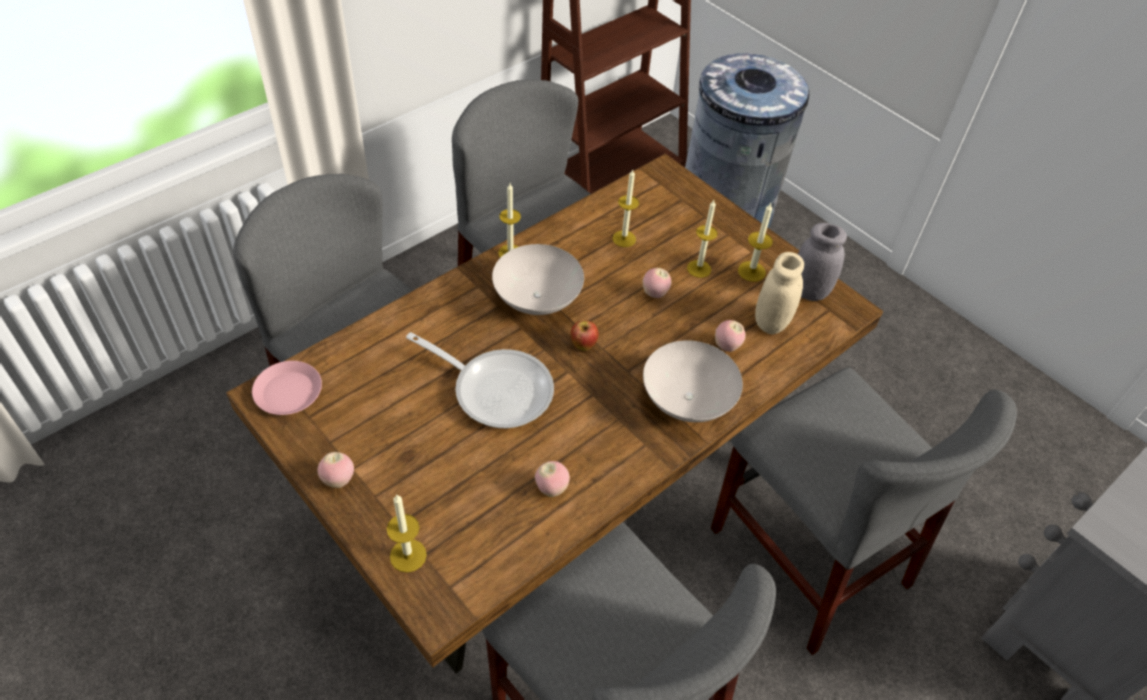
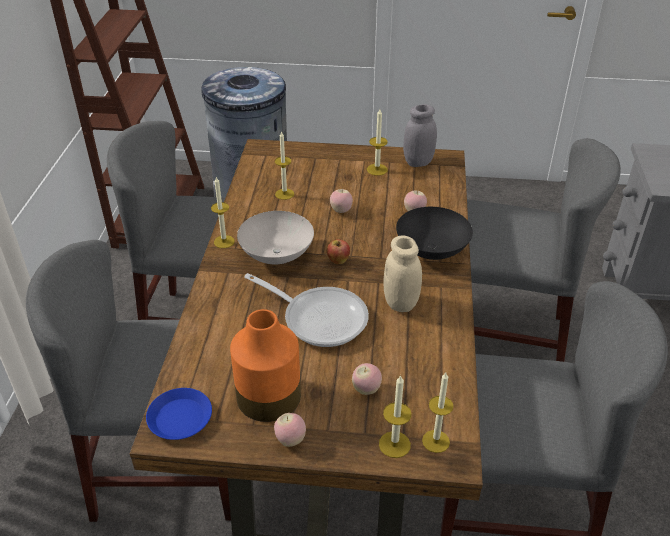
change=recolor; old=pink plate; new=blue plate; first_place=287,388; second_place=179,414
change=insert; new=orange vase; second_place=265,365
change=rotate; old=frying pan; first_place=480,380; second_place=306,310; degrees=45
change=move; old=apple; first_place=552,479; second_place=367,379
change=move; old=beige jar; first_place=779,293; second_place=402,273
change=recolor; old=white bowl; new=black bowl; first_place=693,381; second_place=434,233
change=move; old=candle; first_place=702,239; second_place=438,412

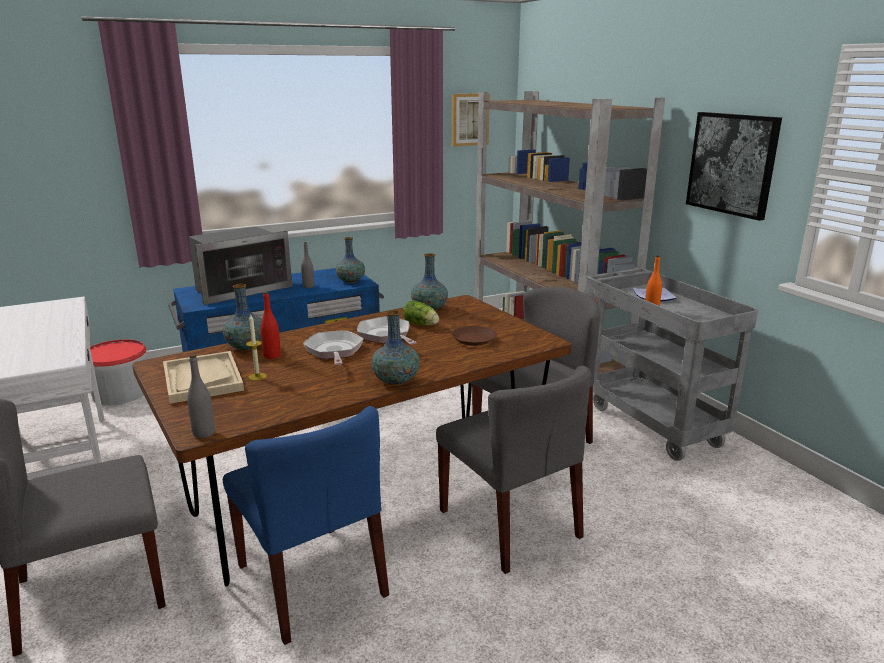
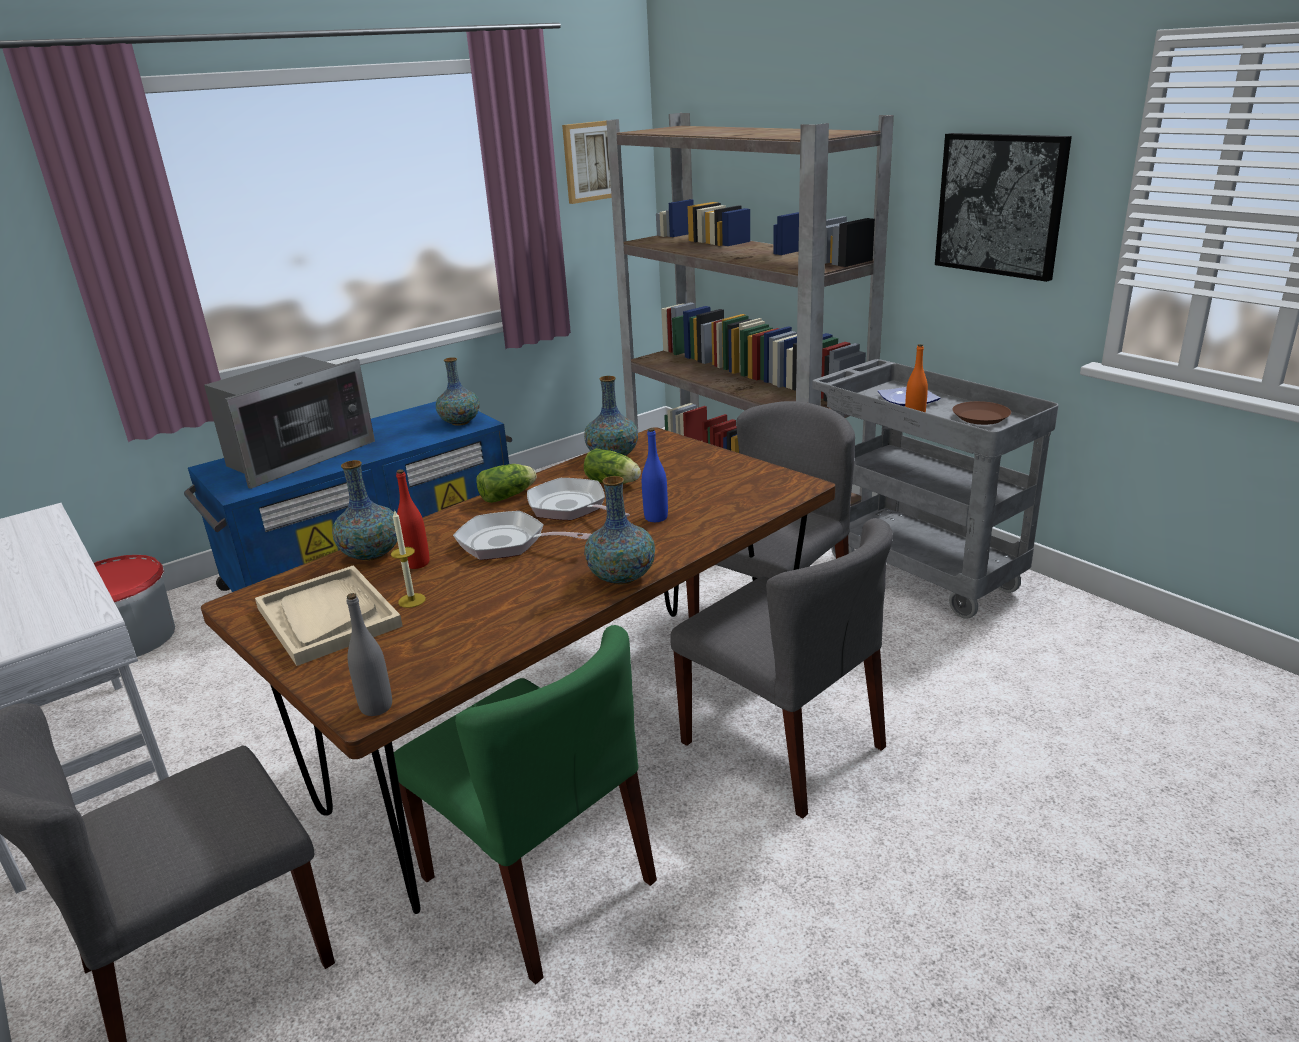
change=recolor; old=blue chair; new=green chair; first_place=306,525; second_place=525,804
change=rotate; old=frying pan; first_place=333,347; second_place=522,535; degrees=-45
change=insert; new=lettuce; second_place=507,483
change=insert; new=blue bottle; second_place=655,475
change=move; old=brown plate; first_place=474,336; second_place=981,413
change=delete; old=grey bottle; first_place=307,265

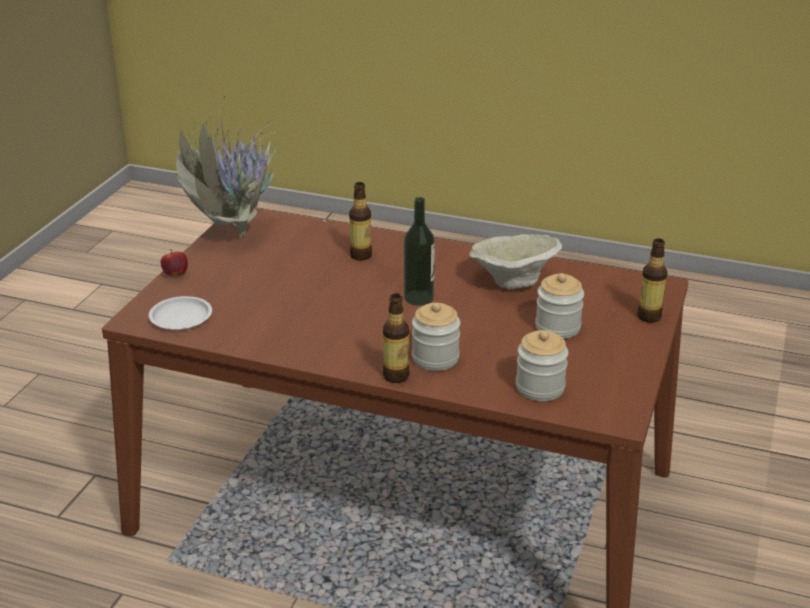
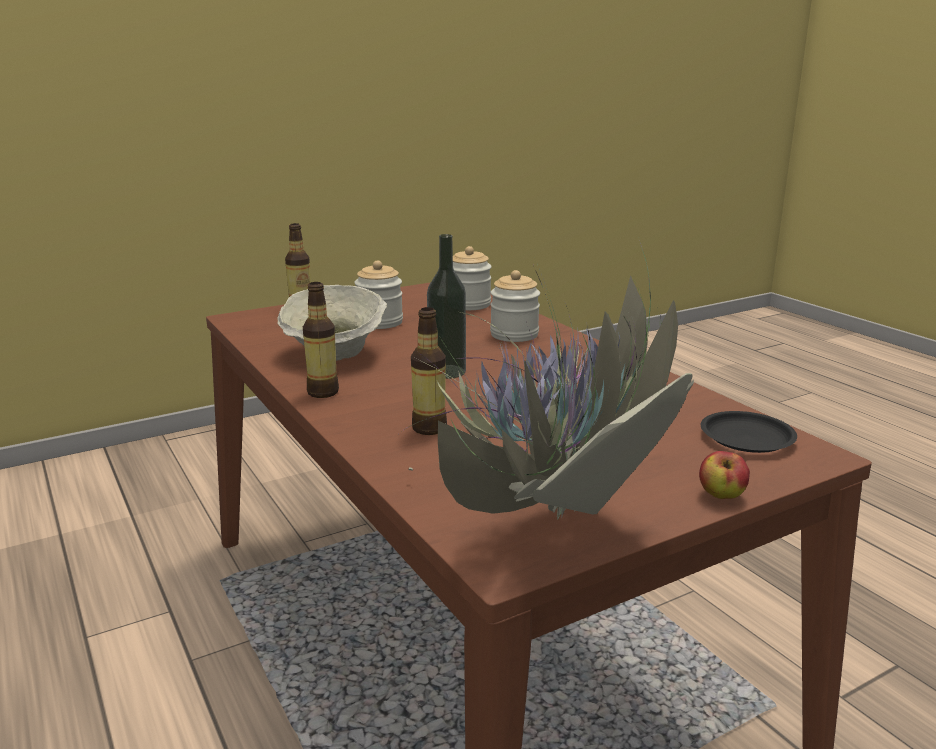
change=move; old=bottle; first_place=396,338; second_place=321,340
change=recolor; old=white plate; new=black plate; first_place=180,313; second_place=749,432

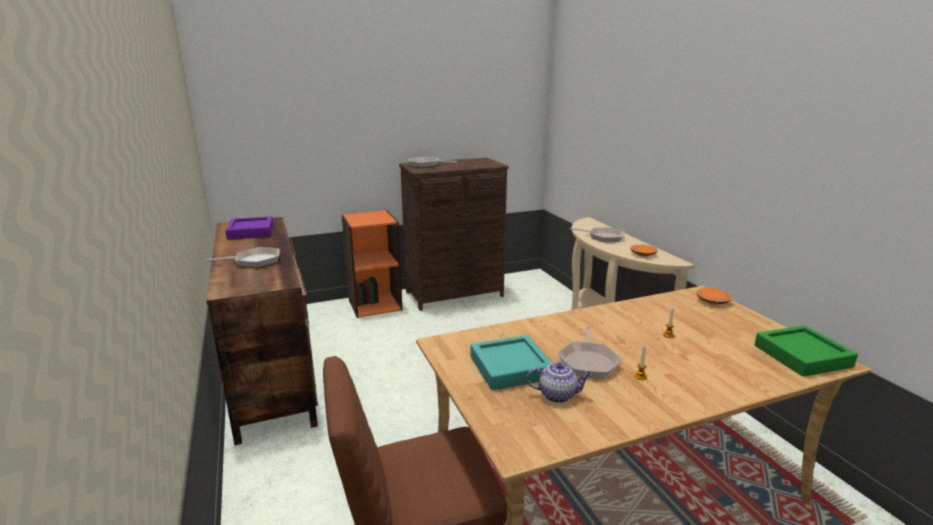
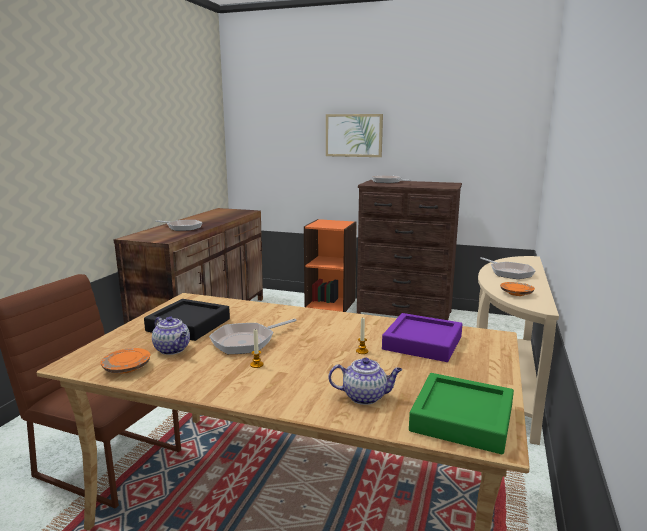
change=move; old=orange plate; first_place=714,296; second_place=125,360
change=recolor; old=turquoise tray; new=black tray; first_place=511,362; second_place=187,320
change=insert; new=picture; second_place=354,135
change=insert; new=teapot; second_place=365,381
change=move; old=purple tray; first_place=249,228; second_place=422,337

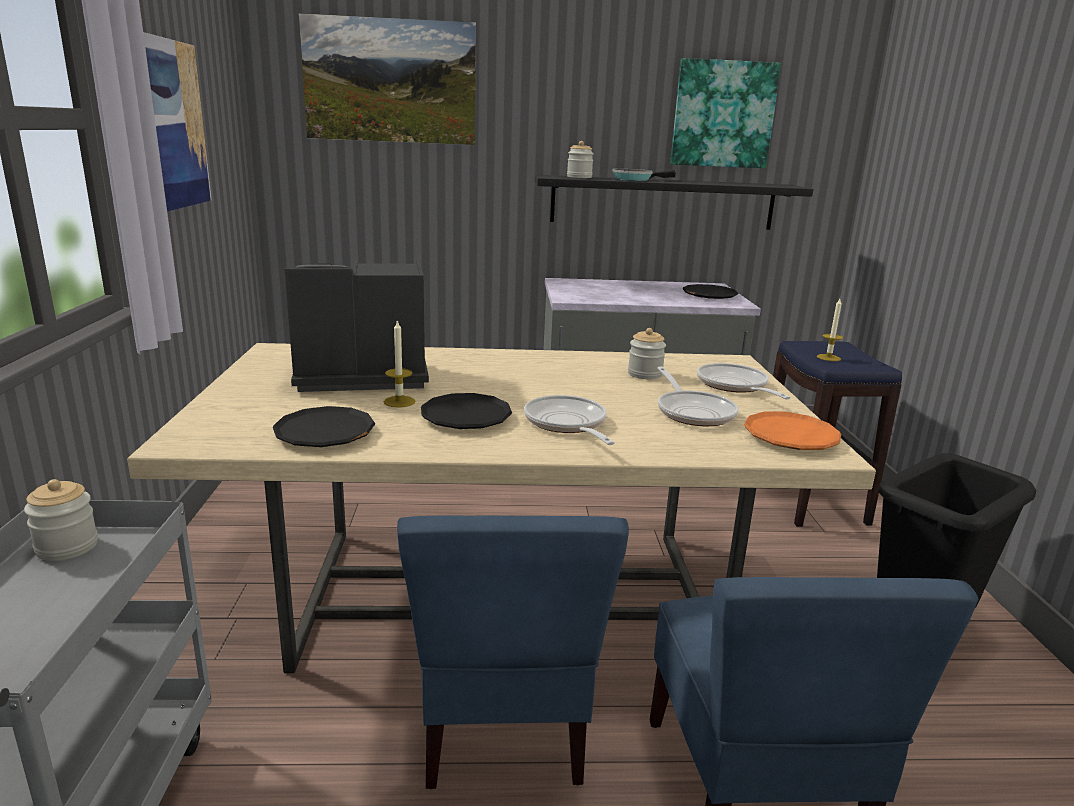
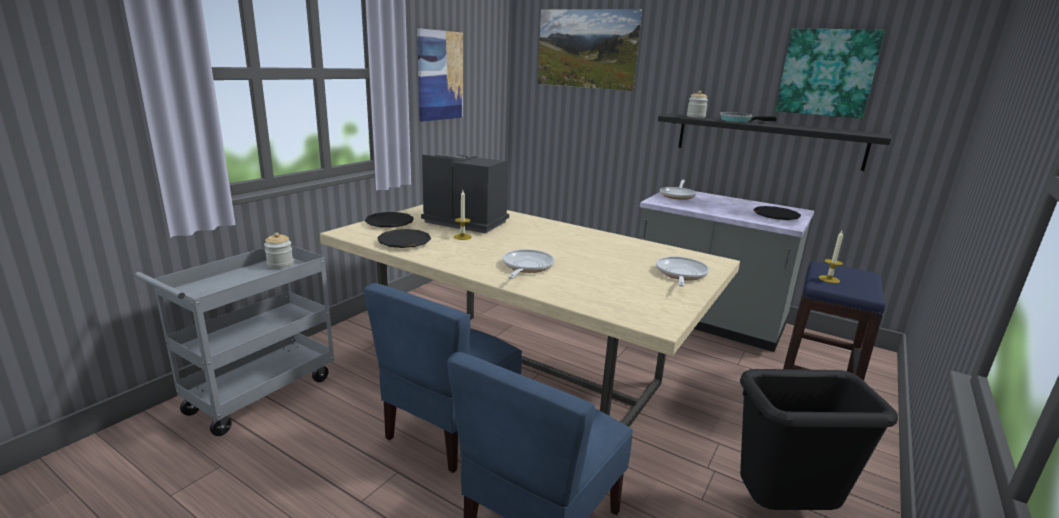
change=move; old=black plate; first_place=466,411; second_place=389,220
change=move; old=frying pan; first_place=698,396; second_place=678,190
change=delete; old=jar; first_place=647,353
change=delete; old=orange plate; first_place=792,431

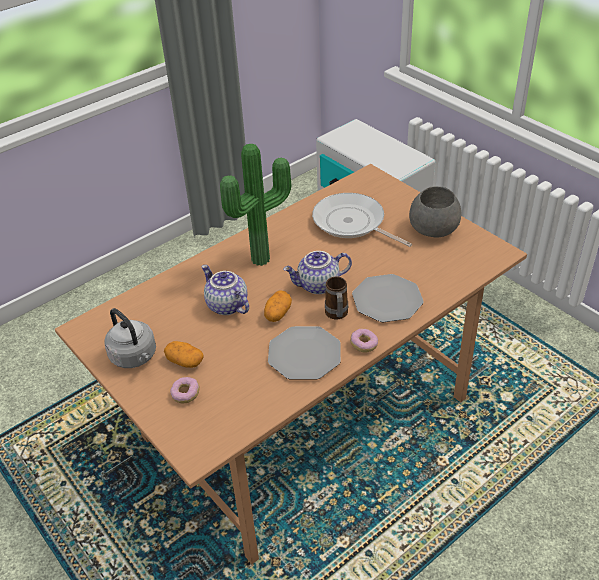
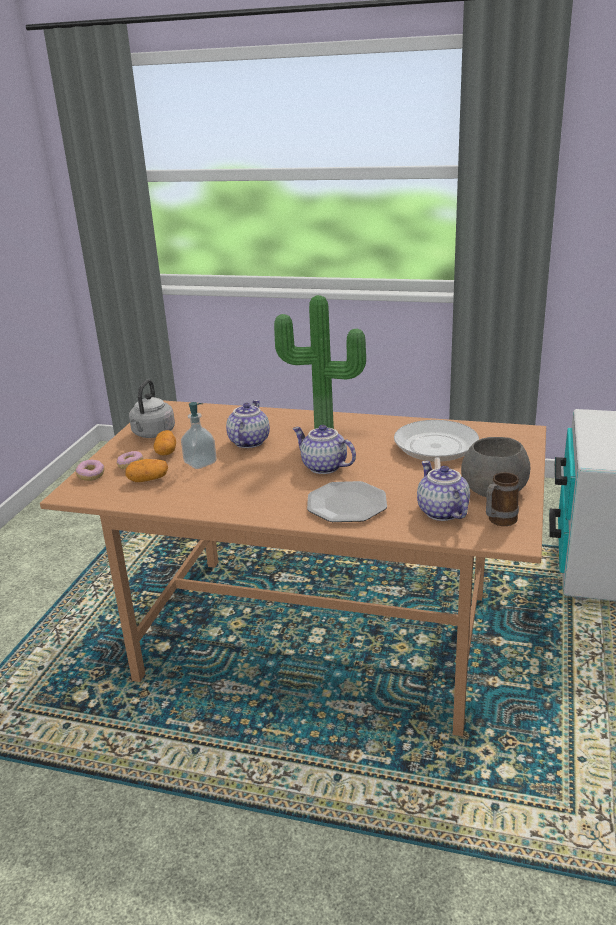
change=move; old=donut; first_place=364,341; second_place=90,470
change=move; old=potato; first_place=278,306; second_place=146,470
change=insert; new=soap dispenser; second_place=199,435
change=insert; new=teapot; second_place=443,491
change=move; old=mug; first_place=336,298; second_place=502,499
change=delete; old=plate; first_place=304,353

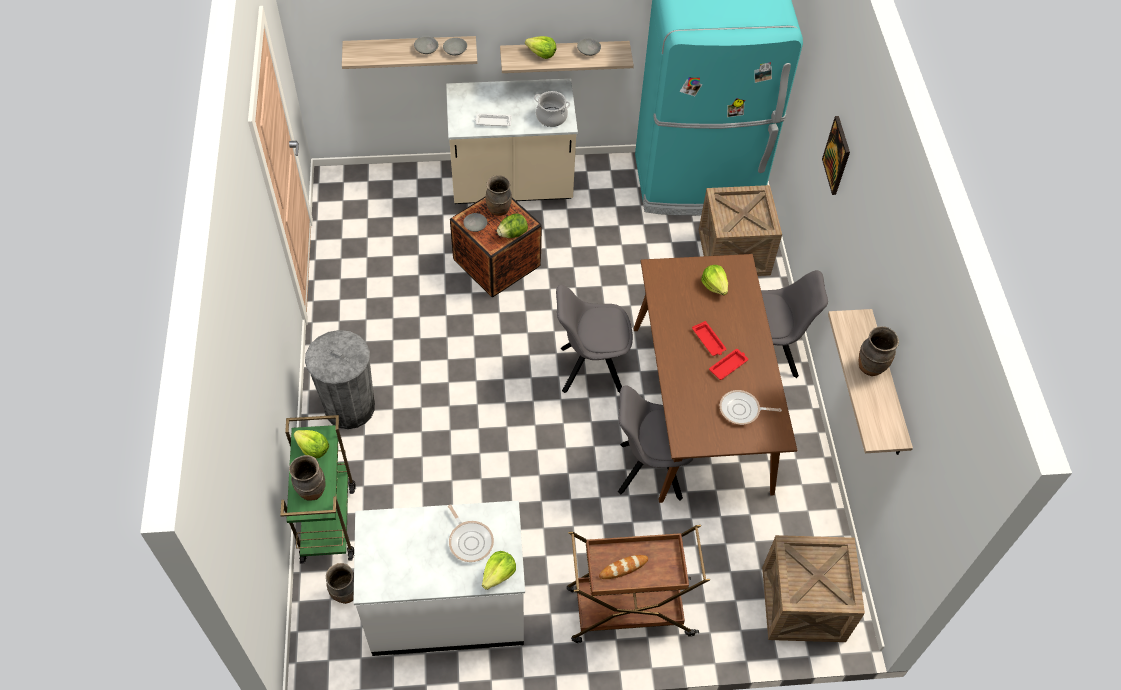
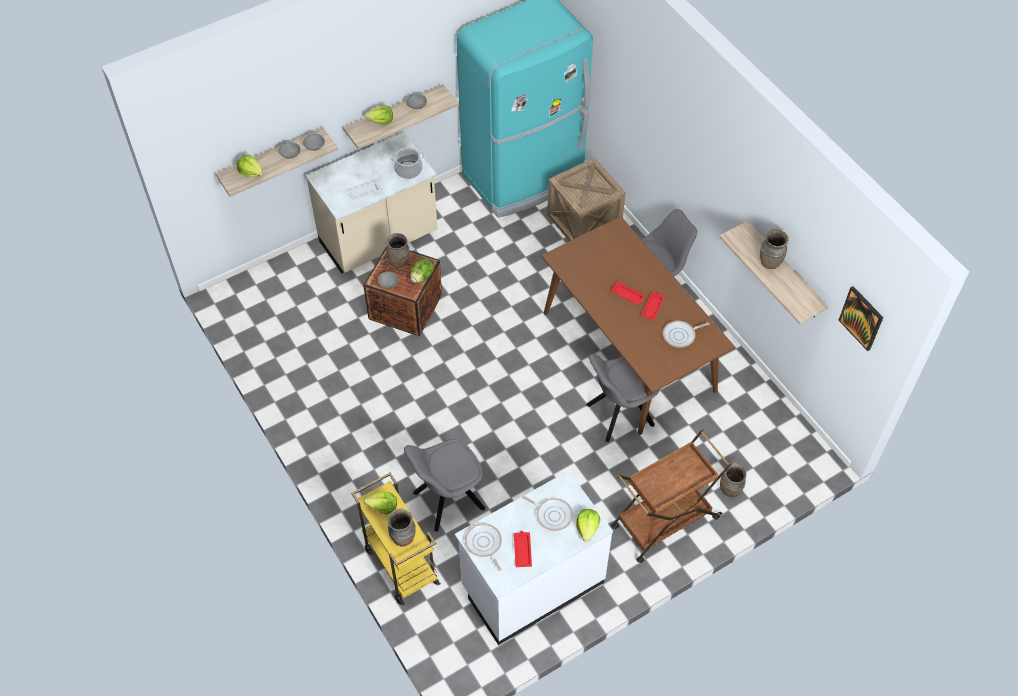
change=move; old=lettuce; first_place=714,280; second_place=250,165
change=recolor; old=green cart; new=yellow cart; first_place=318,489; second_place=396,539
change=move; old=grey chair; first_place=594,339; second_place=444,485
change=insert; new=frying pan; second_place=483,547
change=insert; new=red tray; second_place=523,549
change=move; old=brown vase; first_place=340,583; second_place=733,480
change=move; old=picture; first_place=836,155; second_place=860,318
change=delete; old=grey trash can; first_place=340,379
change=delete; old=bread; first_place=623,567
change=delete; old=crate; first_place=813,588

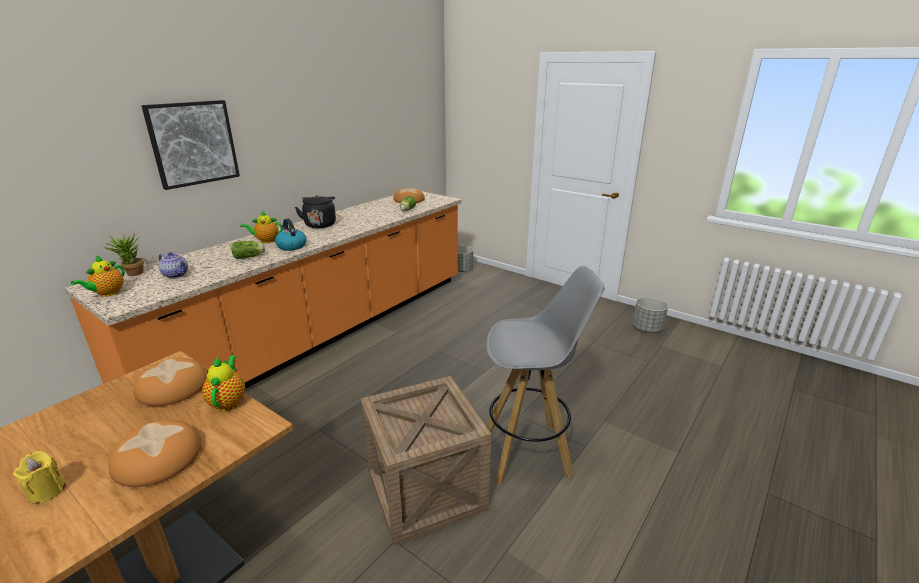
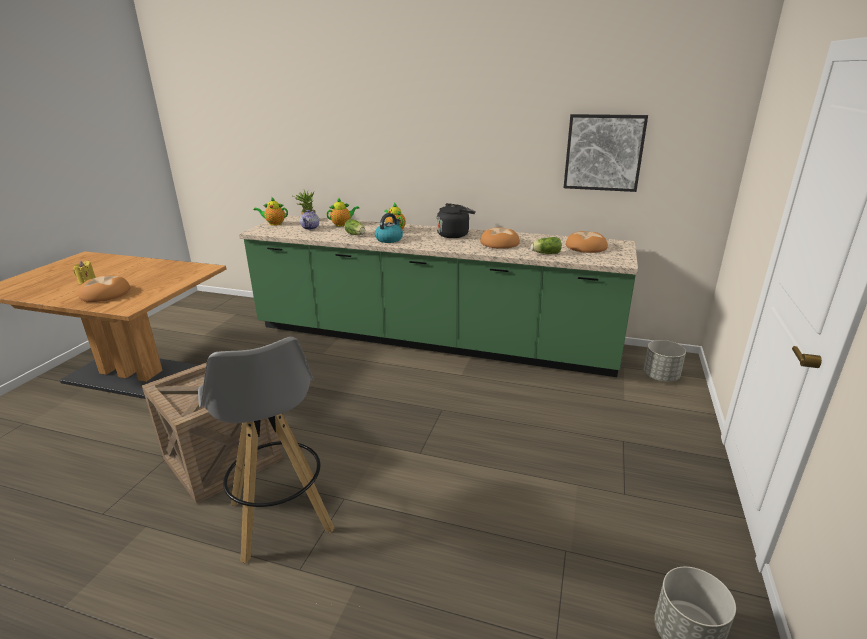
change=recolor; old=orange counter; new=green counter; first_place=262,290; second_place=438,296
change=move; old=teapot; first_place=223,383; second_place=343,212
change=move; old=bread; first_place=170,382; second_place=500,238
change=move; old=picture; first_place=190,145; second_place=605,153

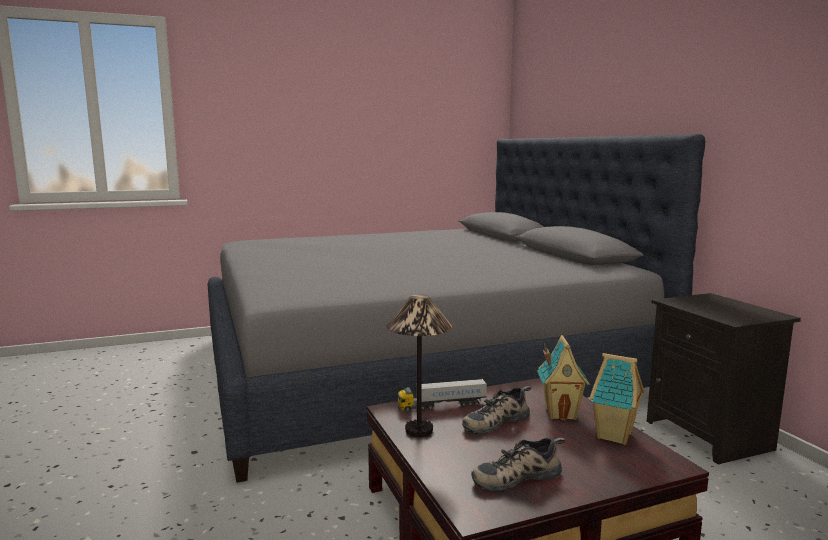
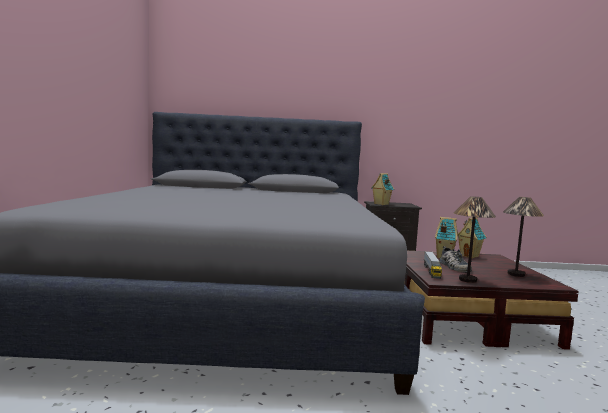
change=insert; new=toy house; second_place=382,189
change=replace; old=shoe; new=table lamp; first_place=518,464; second_place=523,237

